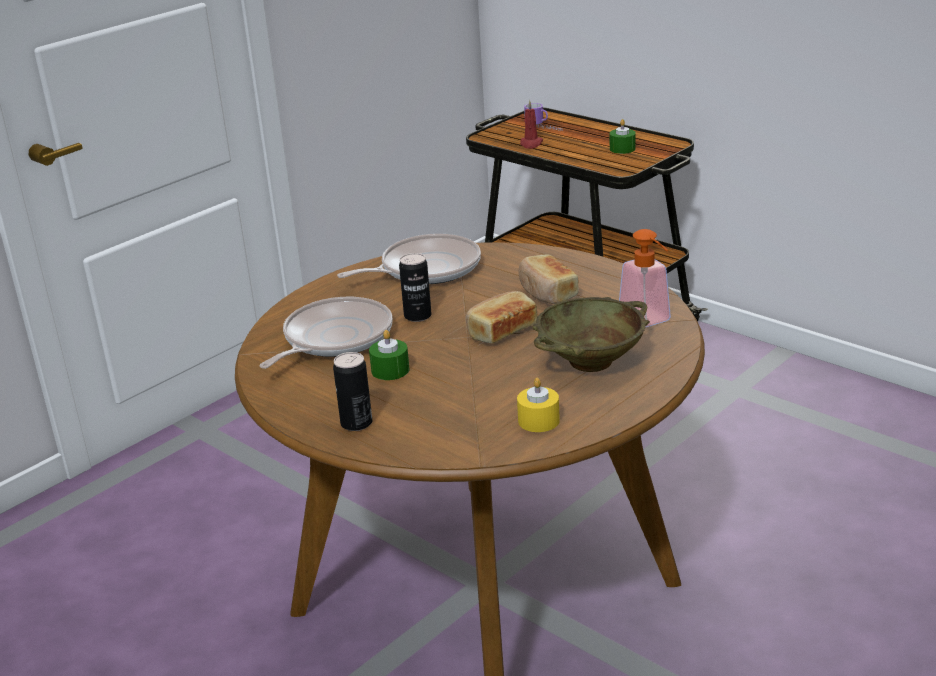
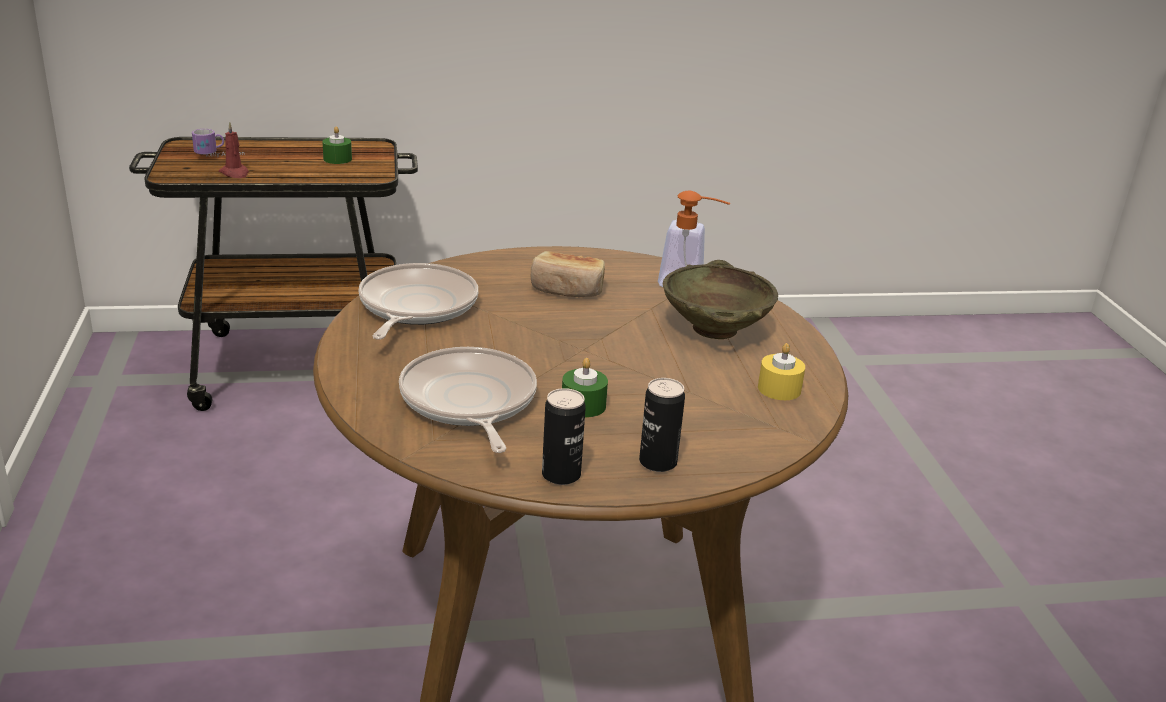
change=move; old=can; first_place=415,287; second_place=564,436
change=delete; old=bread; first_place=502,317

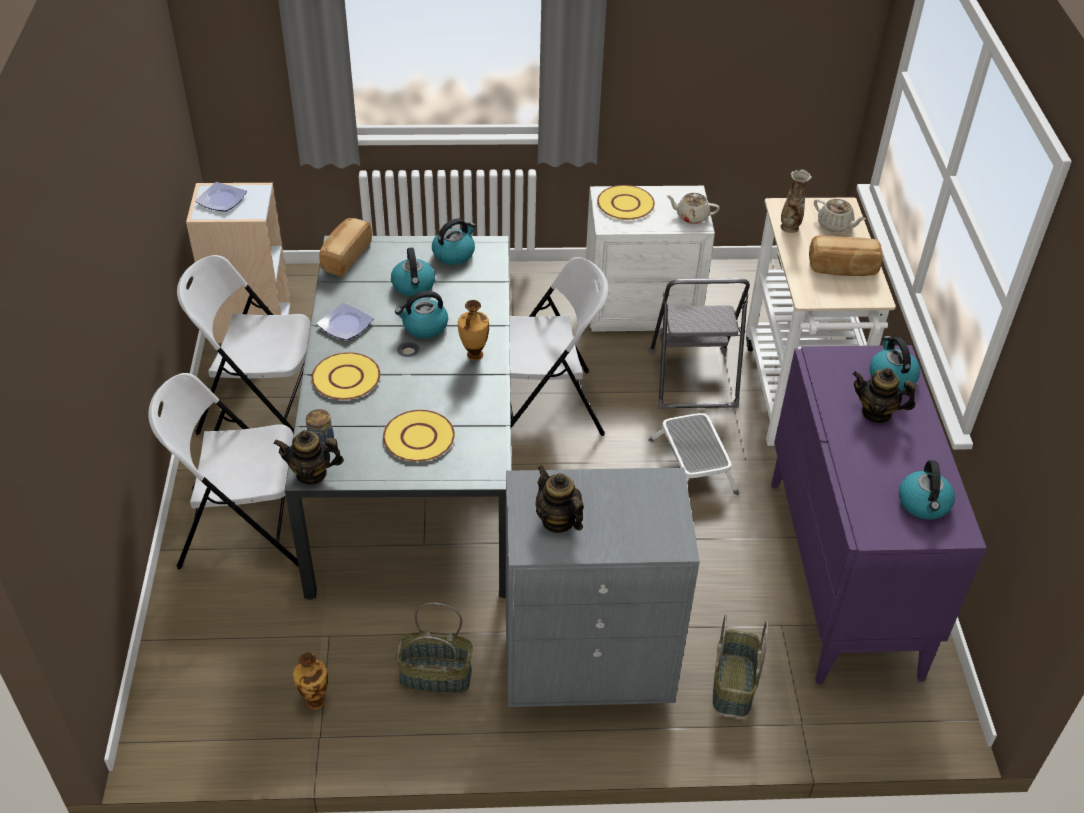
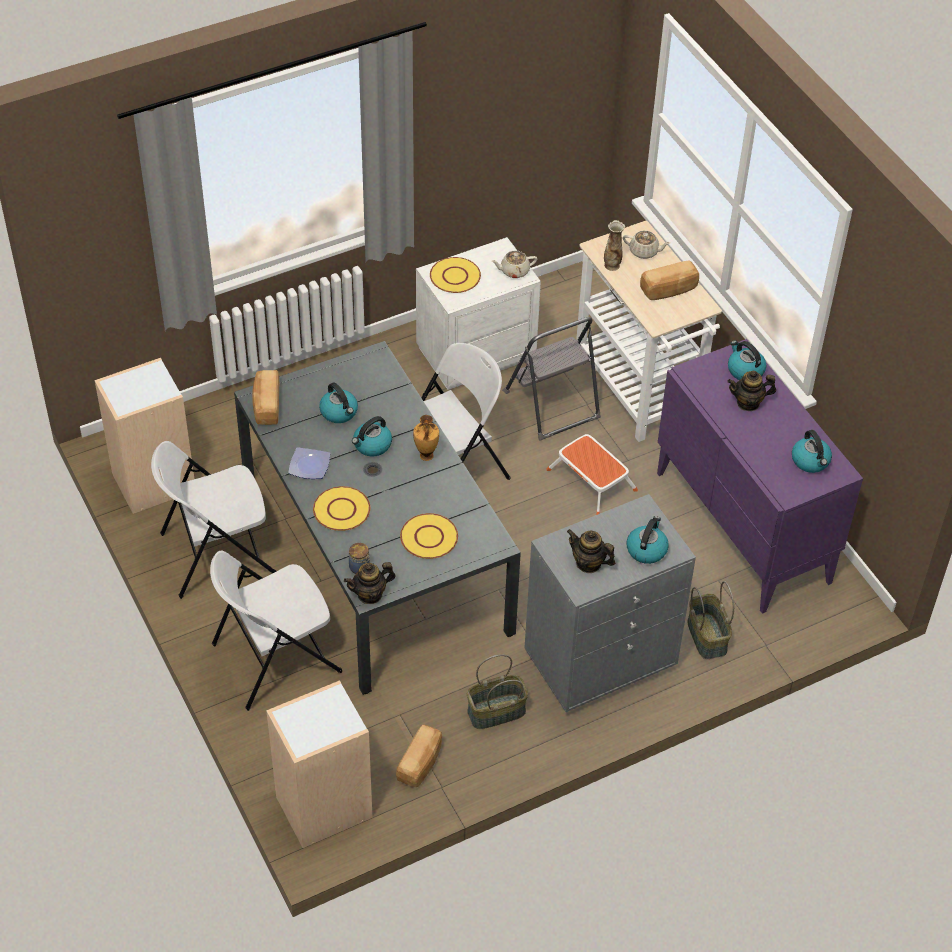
change=insert; new=bookcase; second_place=319,764
change=replace; old=vase; new=bread; first_place=310,680; second_place=419,756
change=recolor; old=grey step ladder; new=orange step ladder; first_place=693,454; second_place=592,474
change=move; old=kettle; first_place=454,242; second_place=648,540
change=delete; old=plate; first_place=221,197

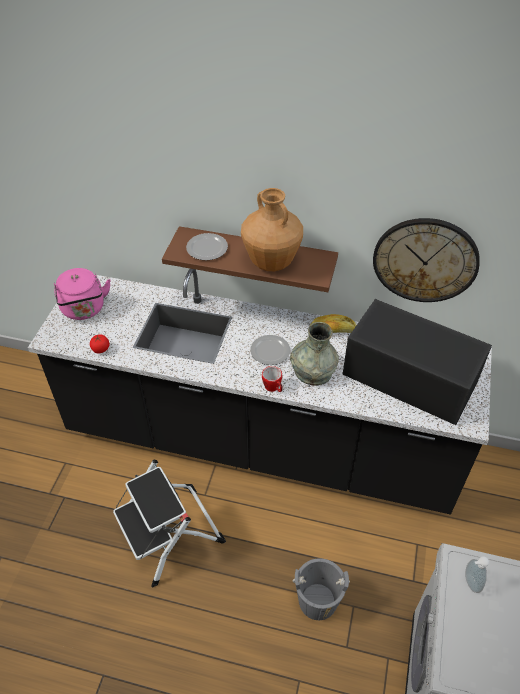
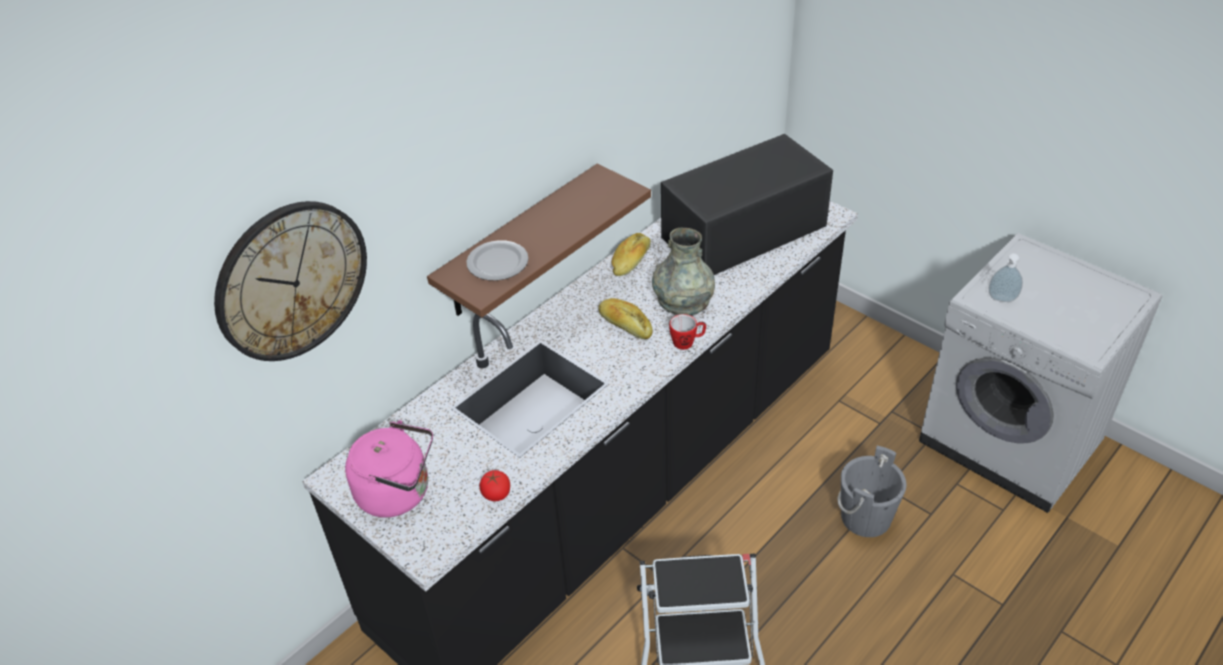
change=move; old=wall clock; first_place=426,260; second_place=290,281
change=replace; old=plate; new=bread; first_place=270,350; second_place=626,318
change=delete; old=brown vase; first_place=272,229

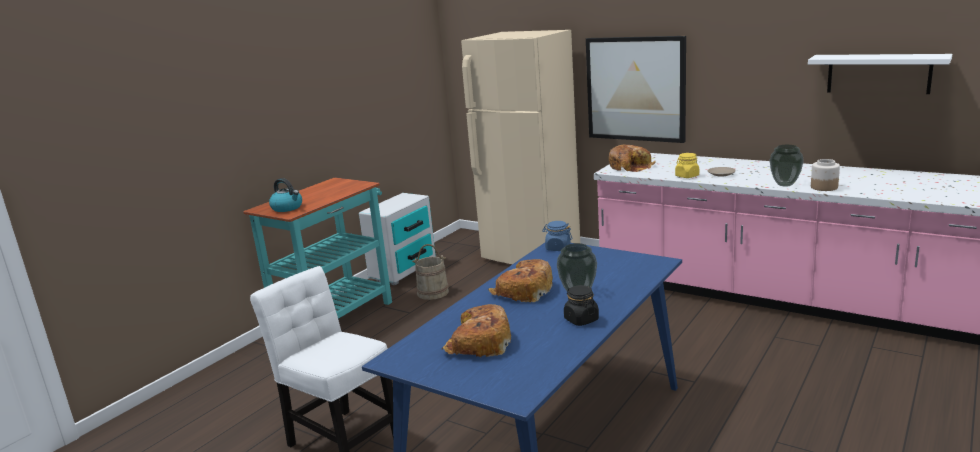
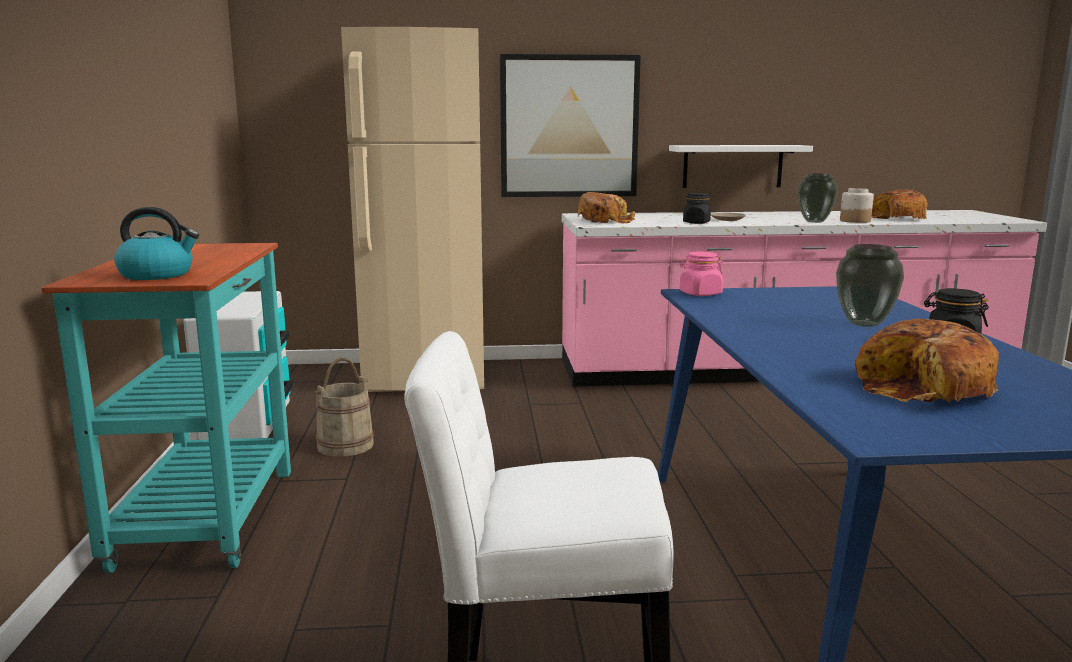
change=move; old=white shelf; first_place=880,74; second_place=741,166
change=recolor; old=blue jar; new=pink jar; first_place=557,236; second_place=701,274
change=recolor; old=yellow jar; new=black jar; first_place=687,165; second_place=697,208
change=move; old=bread; first_place=520,281; second_place=899,204

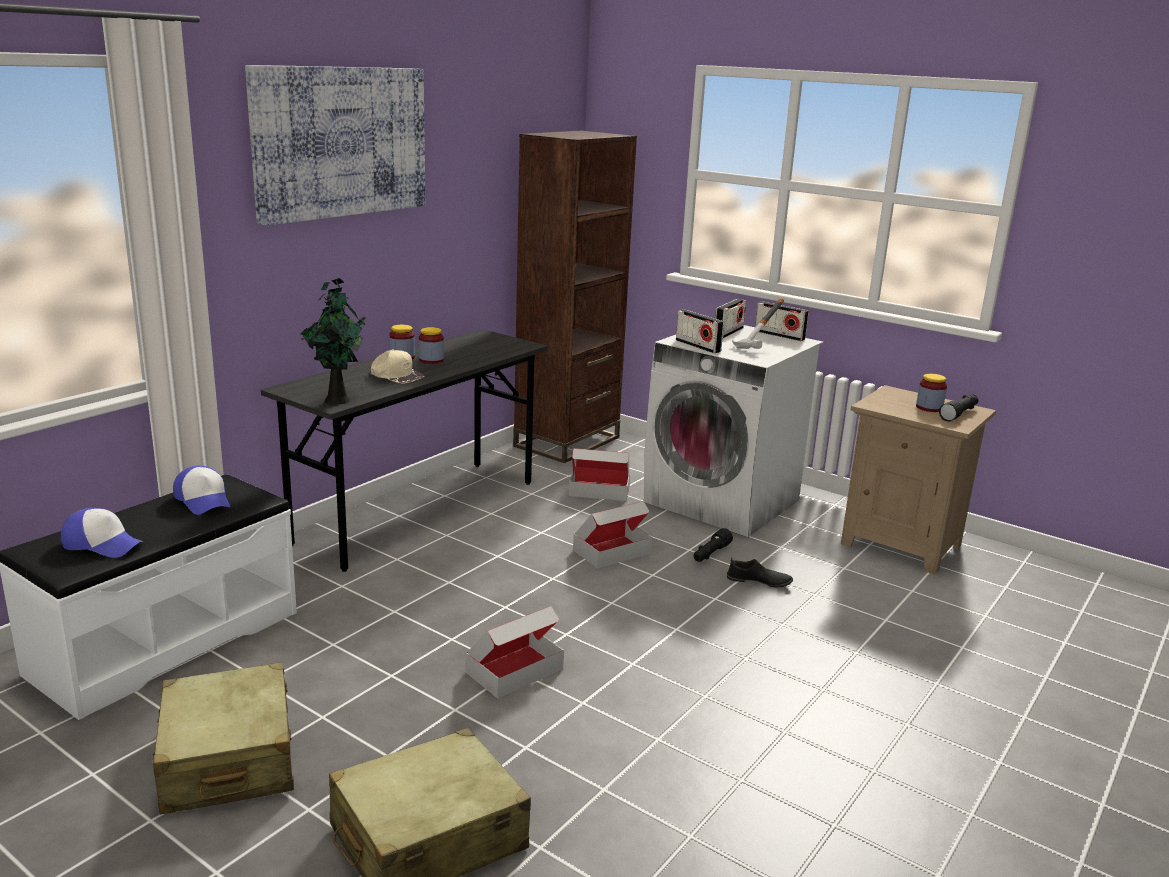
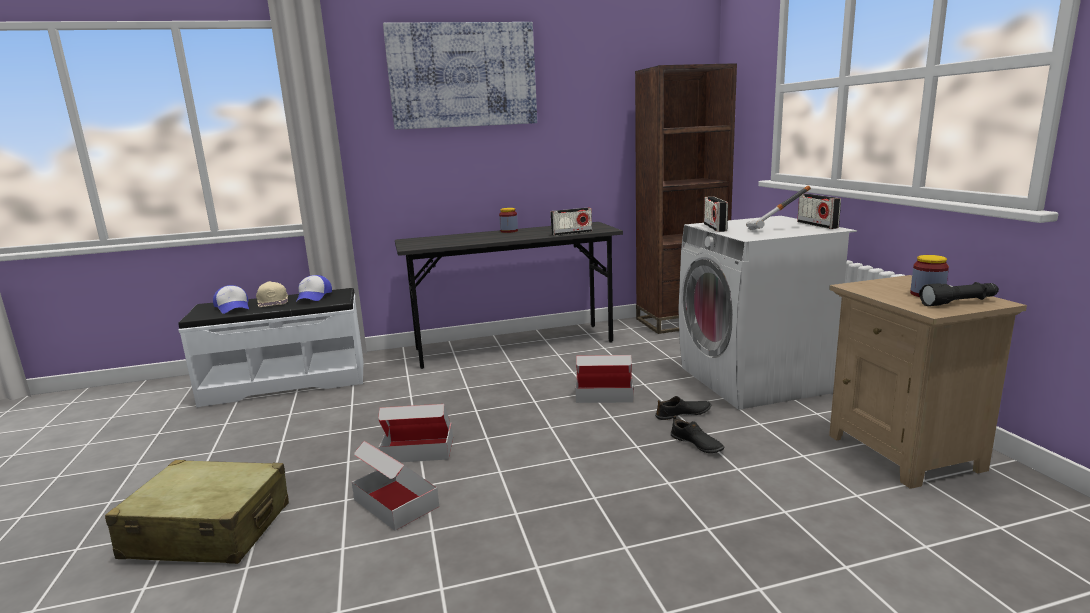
change=move; old=beige cap; first_place=397,366; second_place=272,294
change=move; old=cardboard box; first_place=599,474; second_place=395,486
change=move; old=radio; first_place=730,318; second_place=571,221
change=replace; old=black flashlight; new=black shoe; first_place=713,545; second_place=683,408
change=delete; old=beige suitcase; first_place=223,738
change=delete; old=potted plant; first_place=333,341
change=delete; old=jar; first_place=431,345

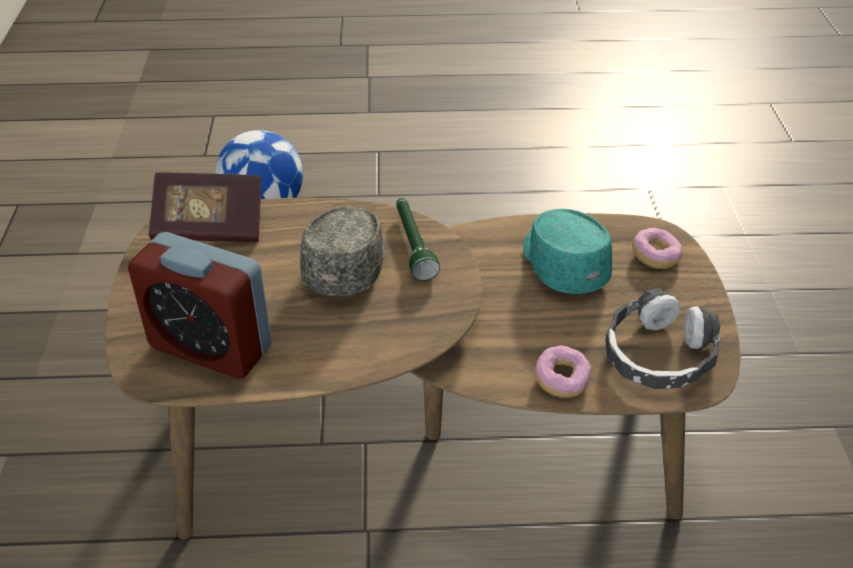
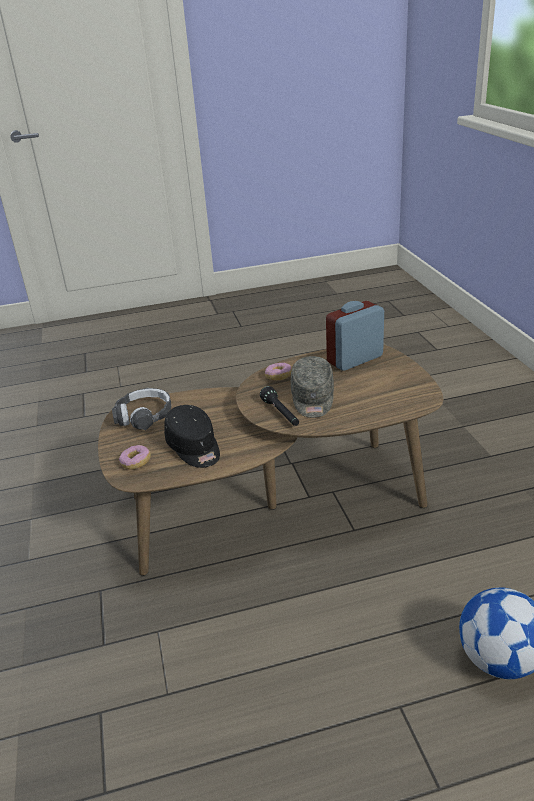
change=recolor; old=turquoise cap; new=black cap; first_place=568,251; second_place=192,436
change=recolor; old=green flashlight; new=black flashlight; first_place=418,239; second_place=279,406
change=move; old=donut; first_place=563,371; second_place=278,372
change=rotate; old=alarm clock; first_place=200,305; second_place=355,336; degrees=-45
change=delete; old=book; first_place=205,207

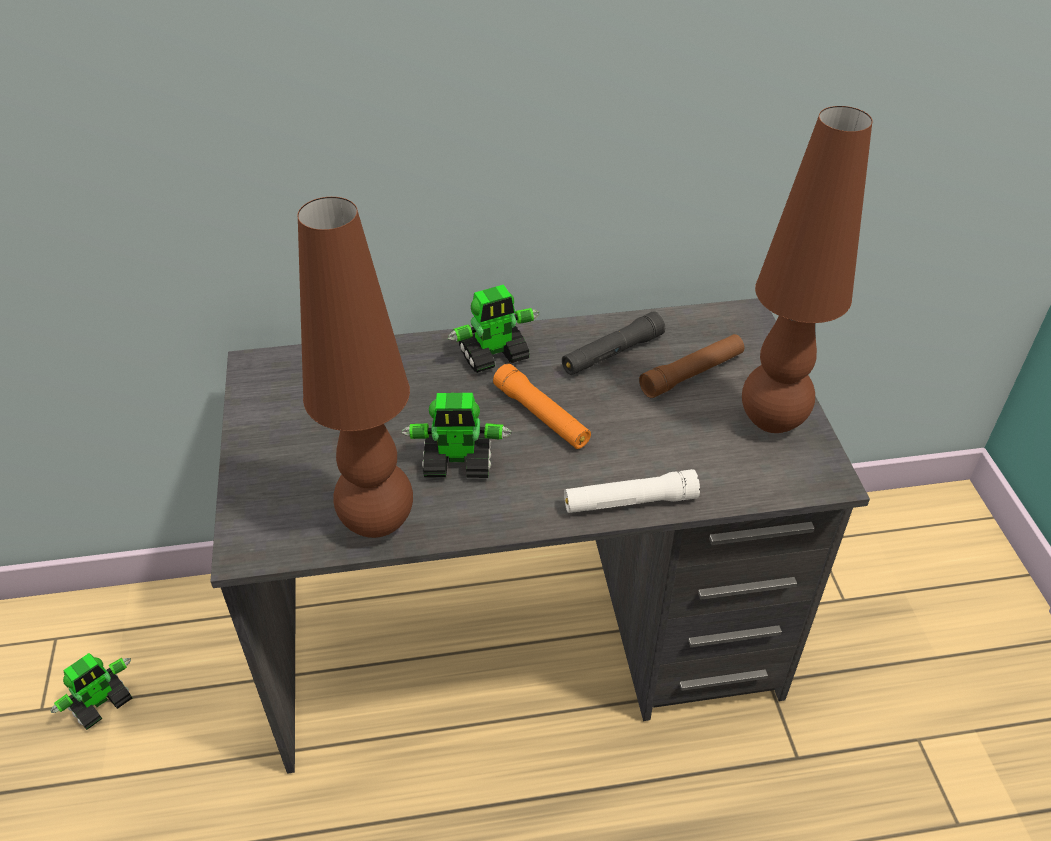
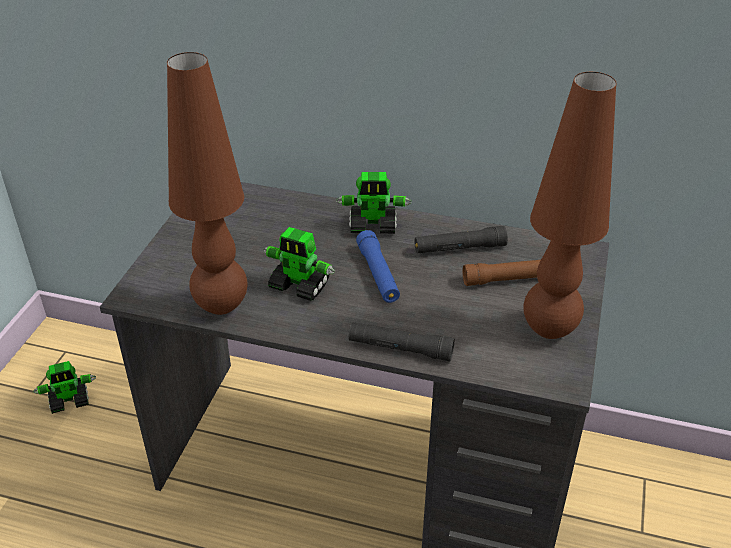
change=recolor; old=white flashlight; new=black flashlight; first_place=632,491; second_place=402,341
change=recolor; old=orange flashlight; new=blue flashlight; first_place=542,406; second_place=378,266

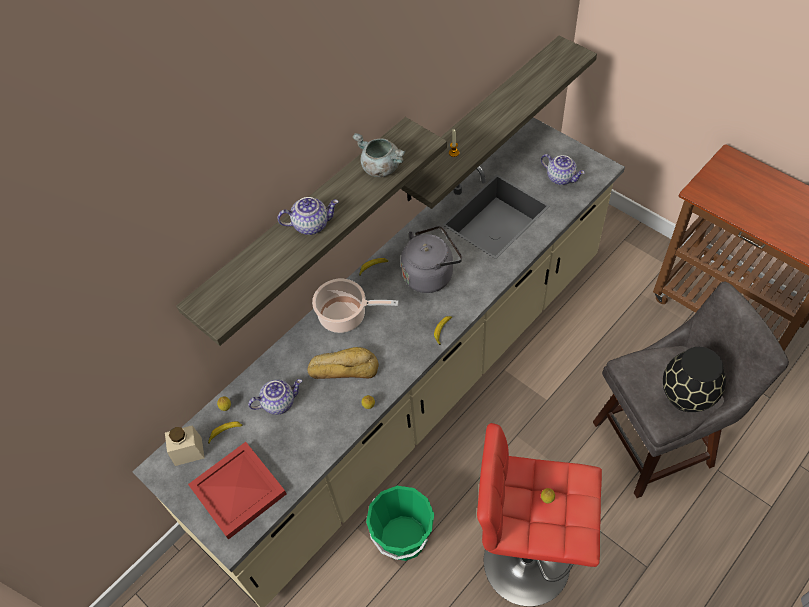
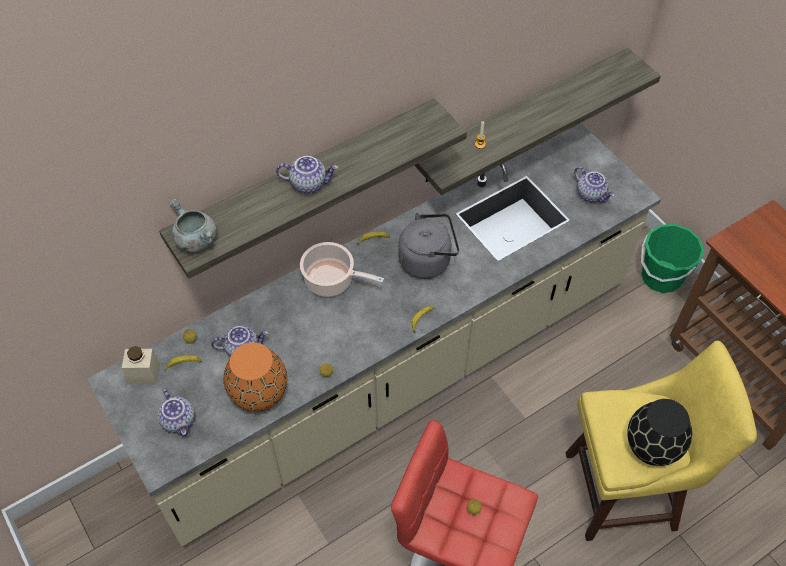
change=replace; old=red tray; new=teapot; first_place=237,491; second_place=176,412
change=move; old=grey cooking pot; first_place=379,155; second_place=193,225
change=insert; new=orange vase; second_place=255,377
change=recolor; old=grey stool; new=yellow stool; first_place=691,390; second_place=661,441
change=move; old=green bucket; first_place=400,523; second_place=673,258
change=delete; old=bread; first_place=343,363

